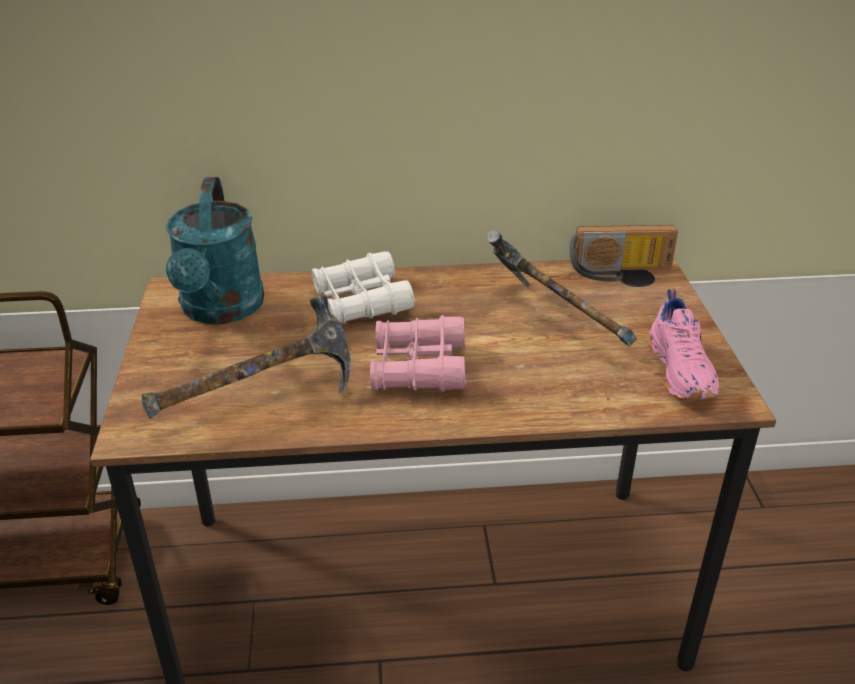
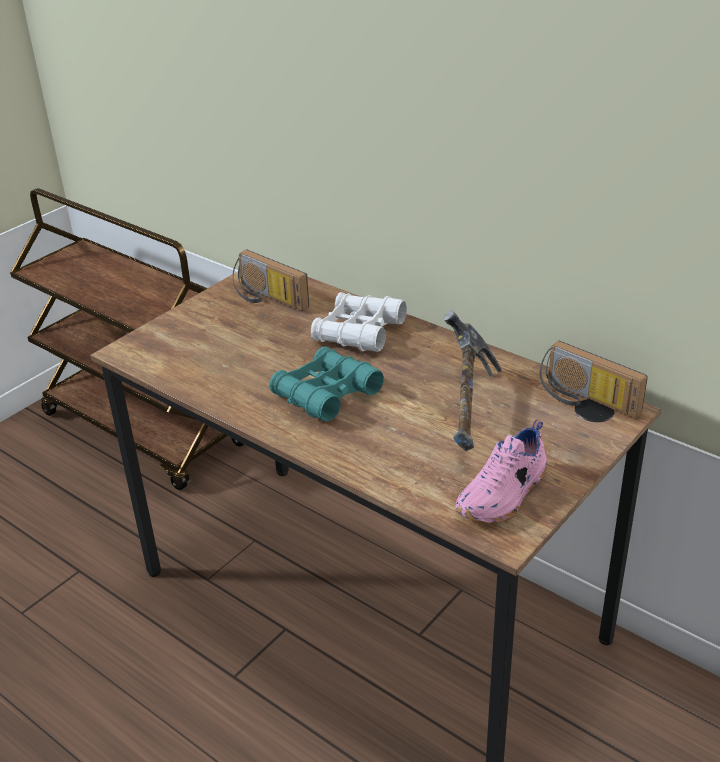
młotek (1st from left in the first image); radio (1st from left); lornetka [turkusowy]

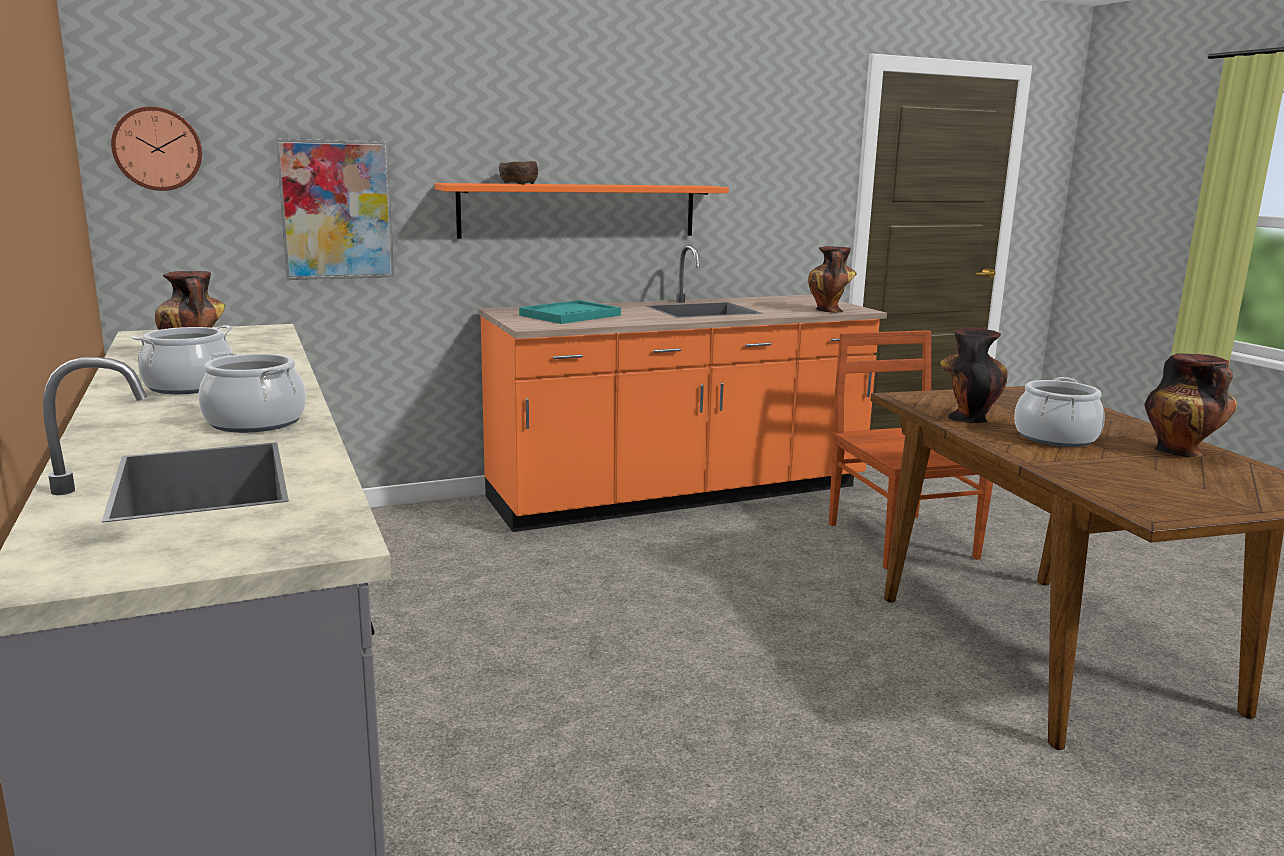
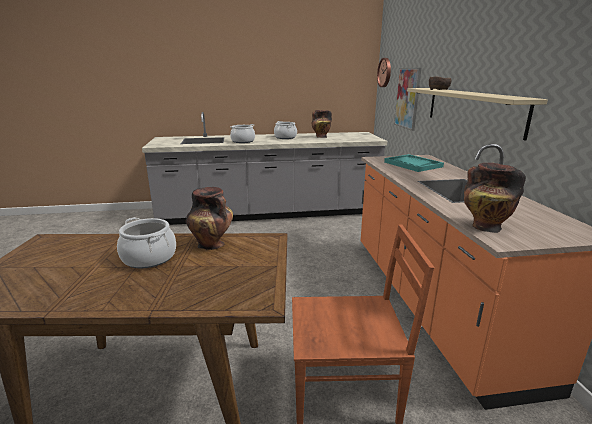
wazon (4th from left in the first image); półka [beżowy]

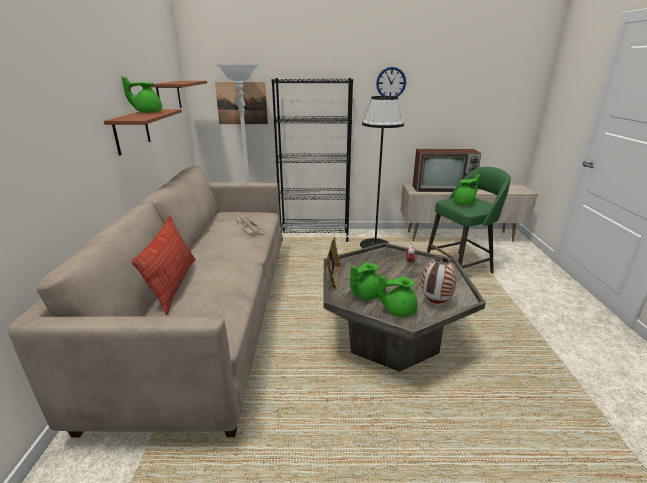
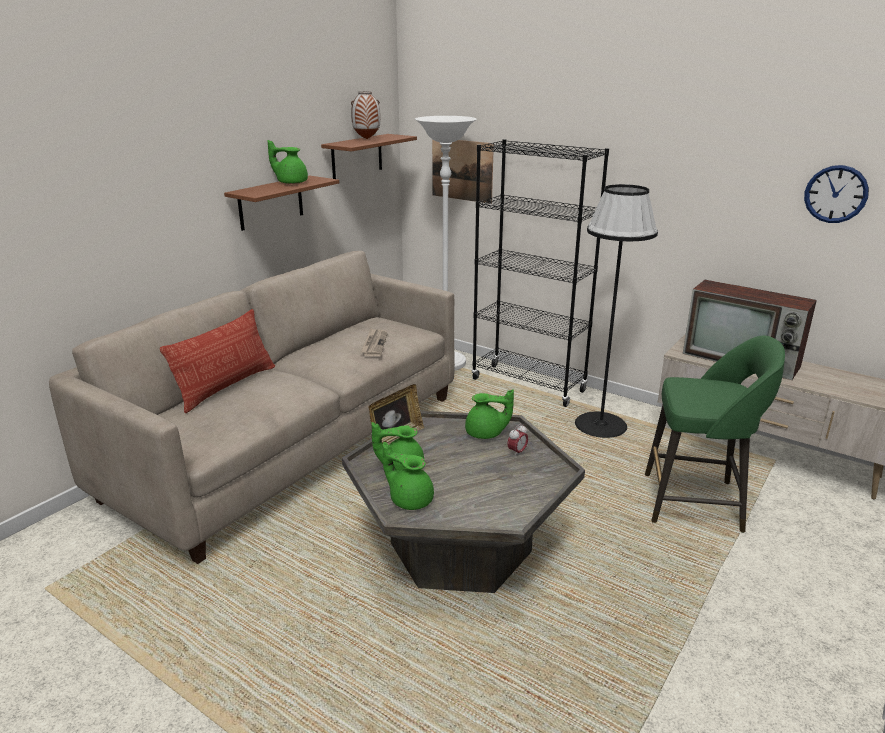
zegar ścienny; wazon; imbryk [zielony] (4th from left)

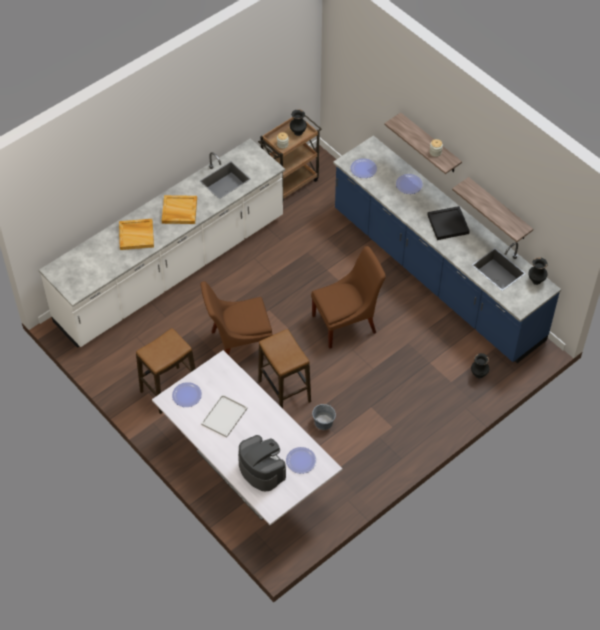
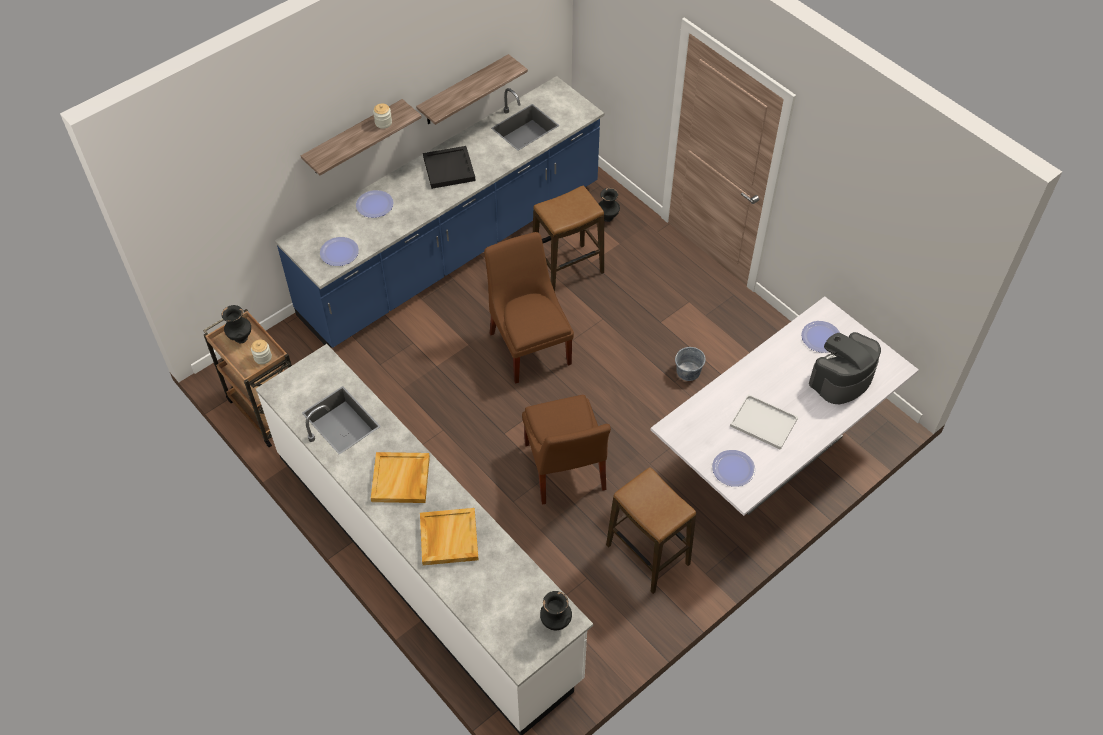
stołek (1st from left); wazon [czarny] (2nd from left)

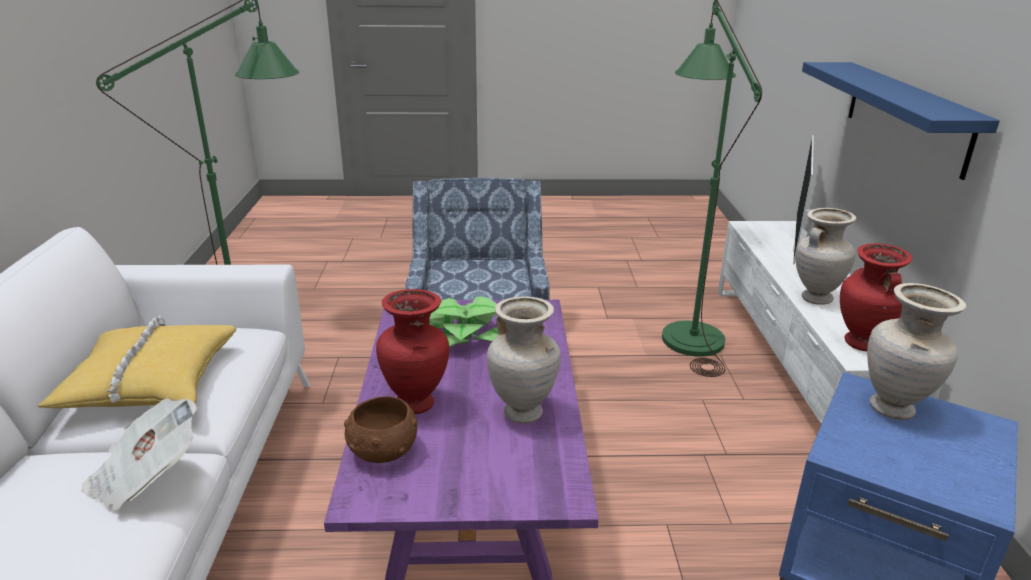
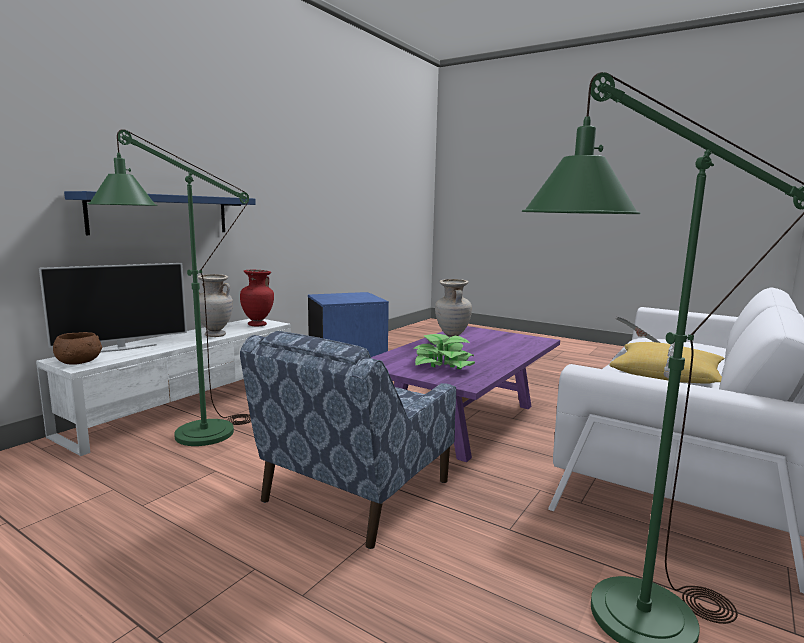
wazon [czerwony] (1st from left in the first image); wazon [beżowy] (3rd from left in the first image); miska [brązowy]

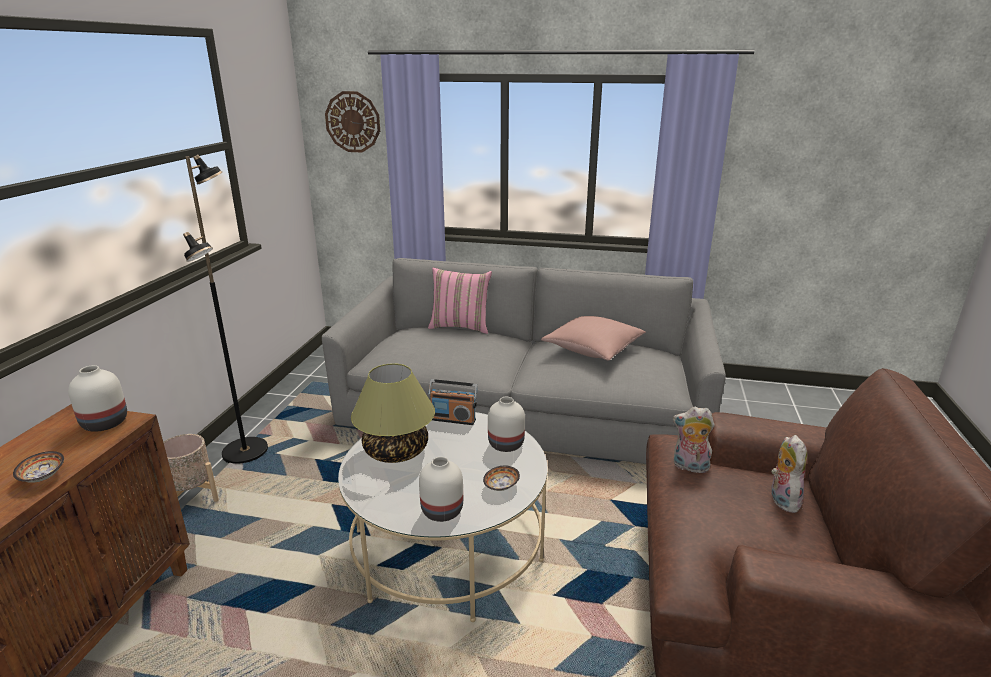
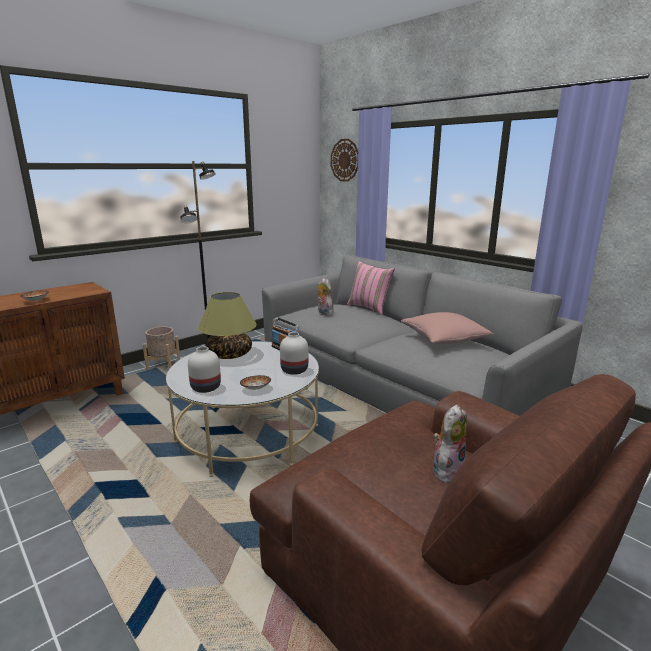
wazon [biały] (1st from left in the first image); pluszak (1st from left)

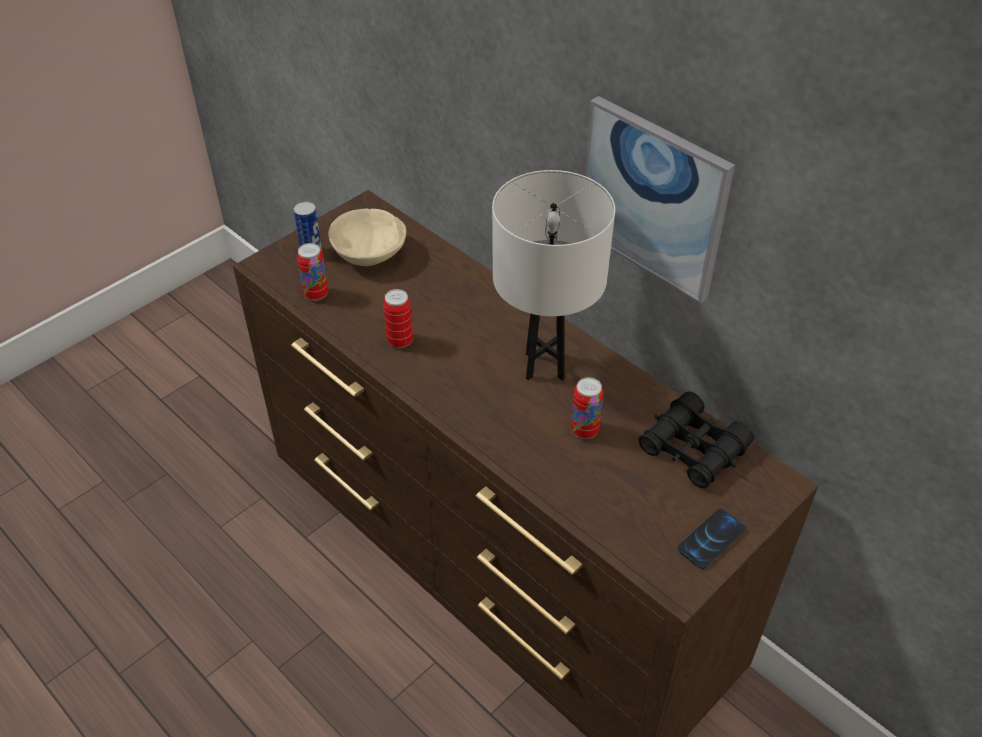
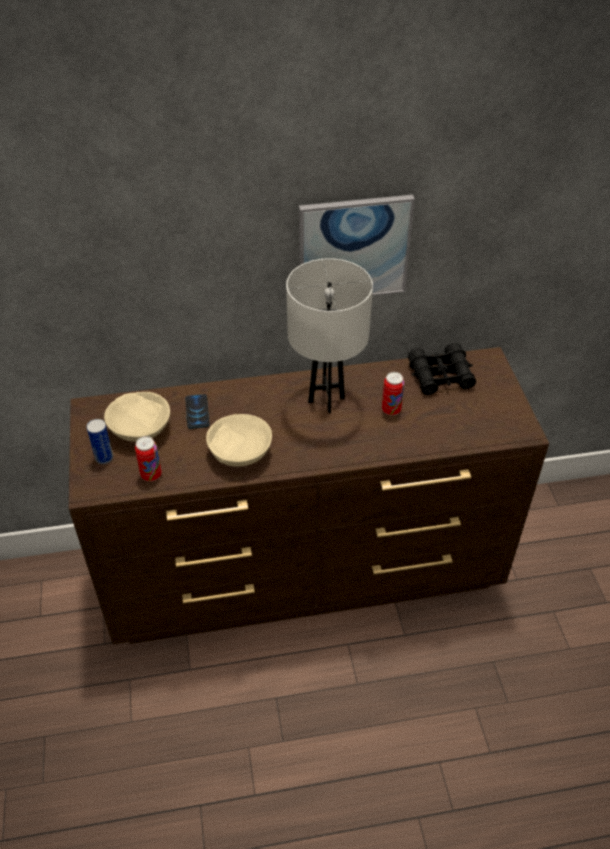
telefon; miska [beżowy] (2nd from left)

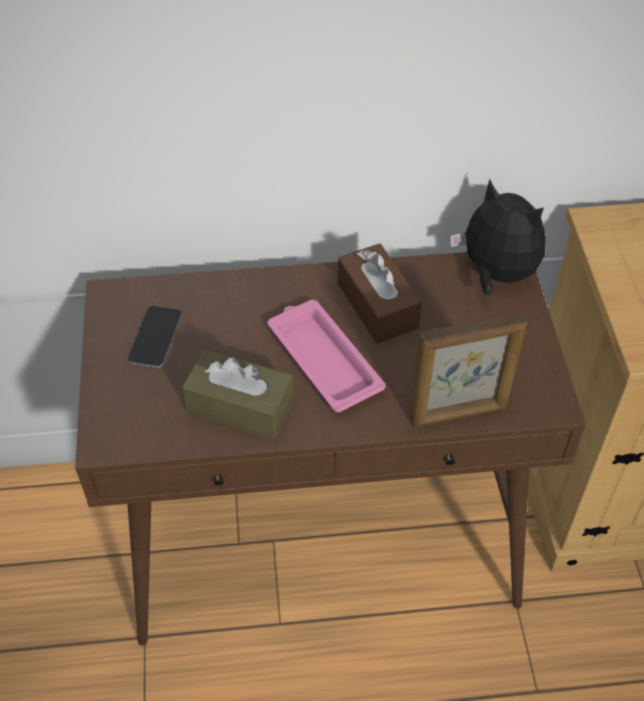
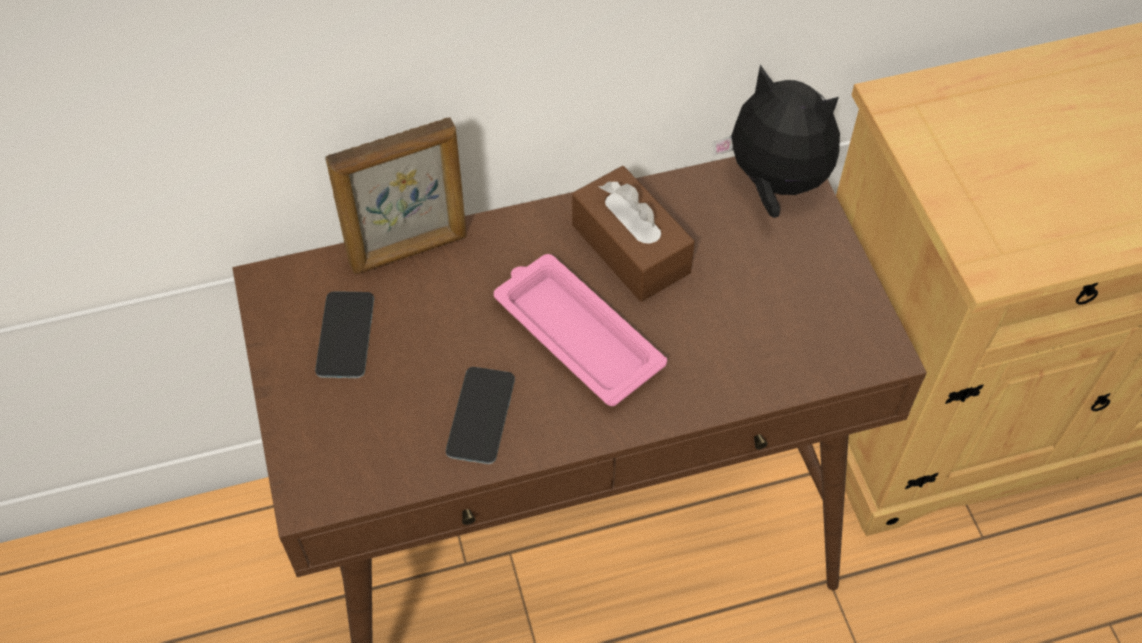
ramka na zdjęcie; telefon (2nd from left)

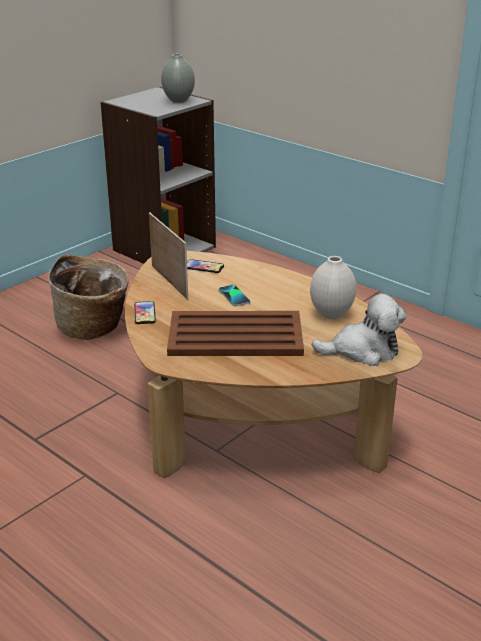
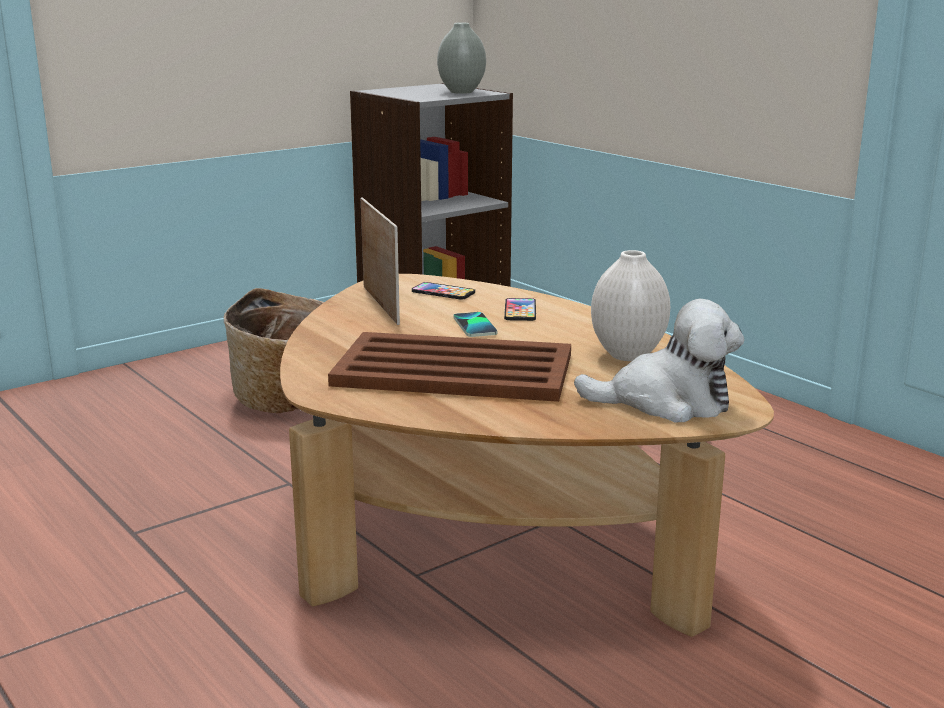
telefon (3rd from left)

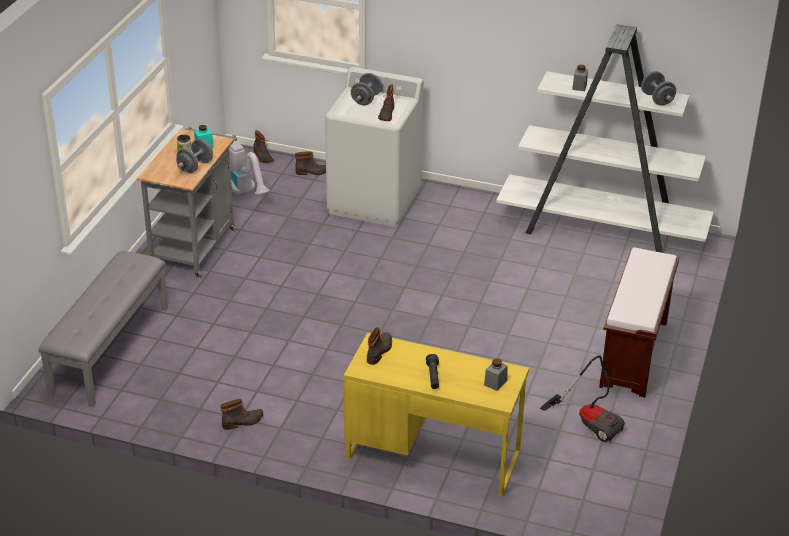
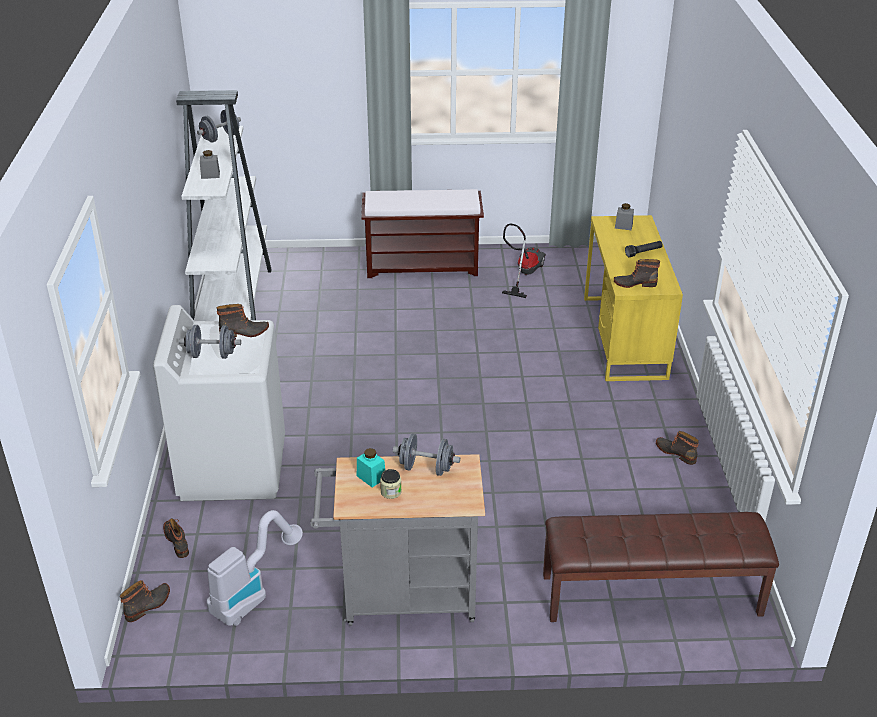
ławka [brązowy] (2nd from left)

